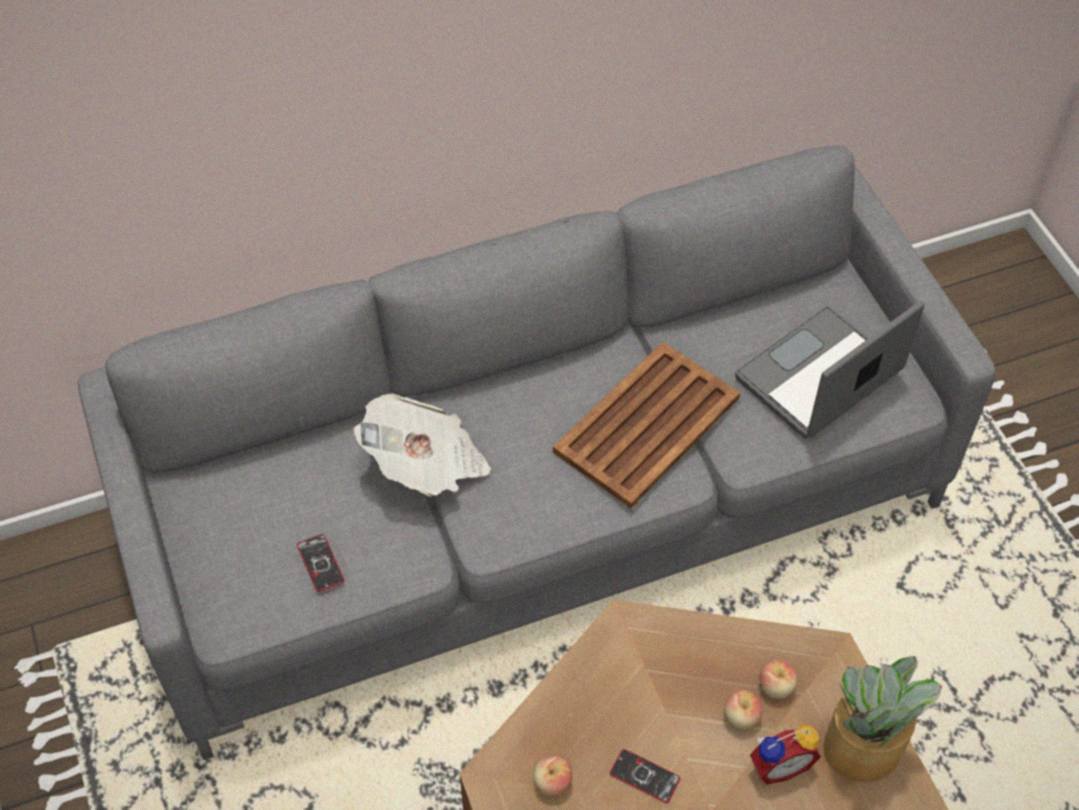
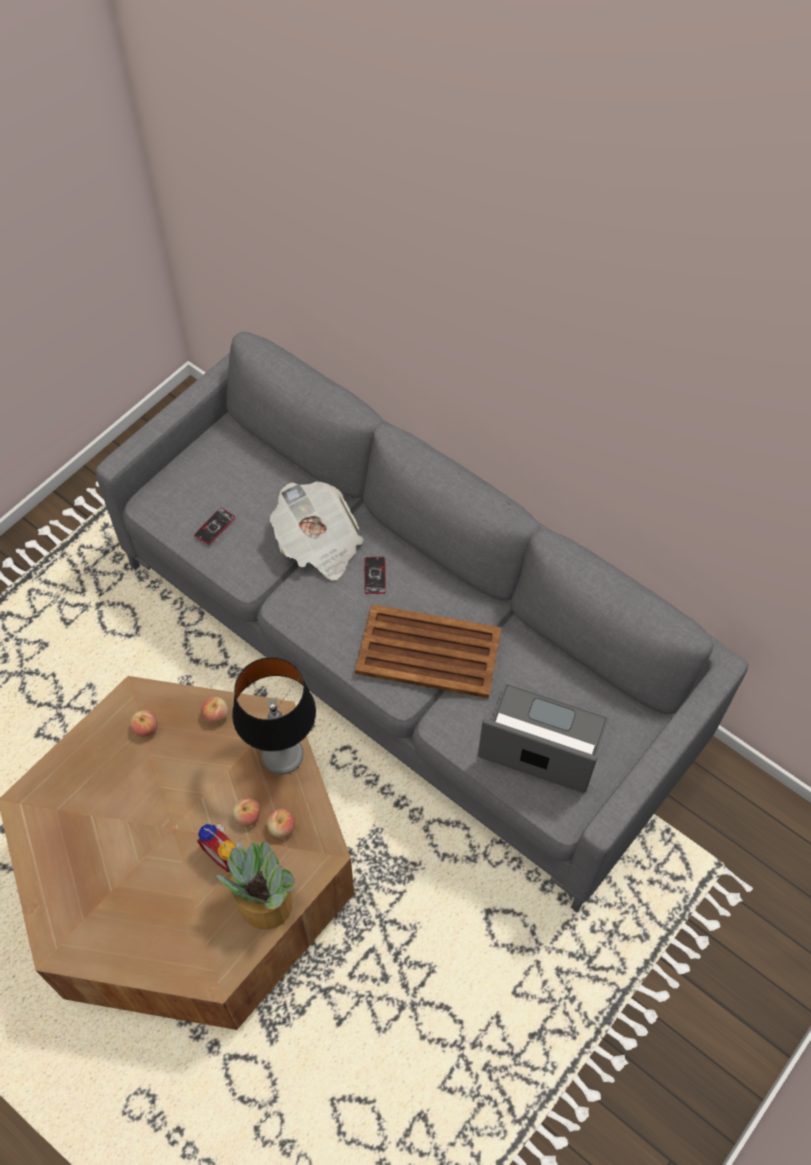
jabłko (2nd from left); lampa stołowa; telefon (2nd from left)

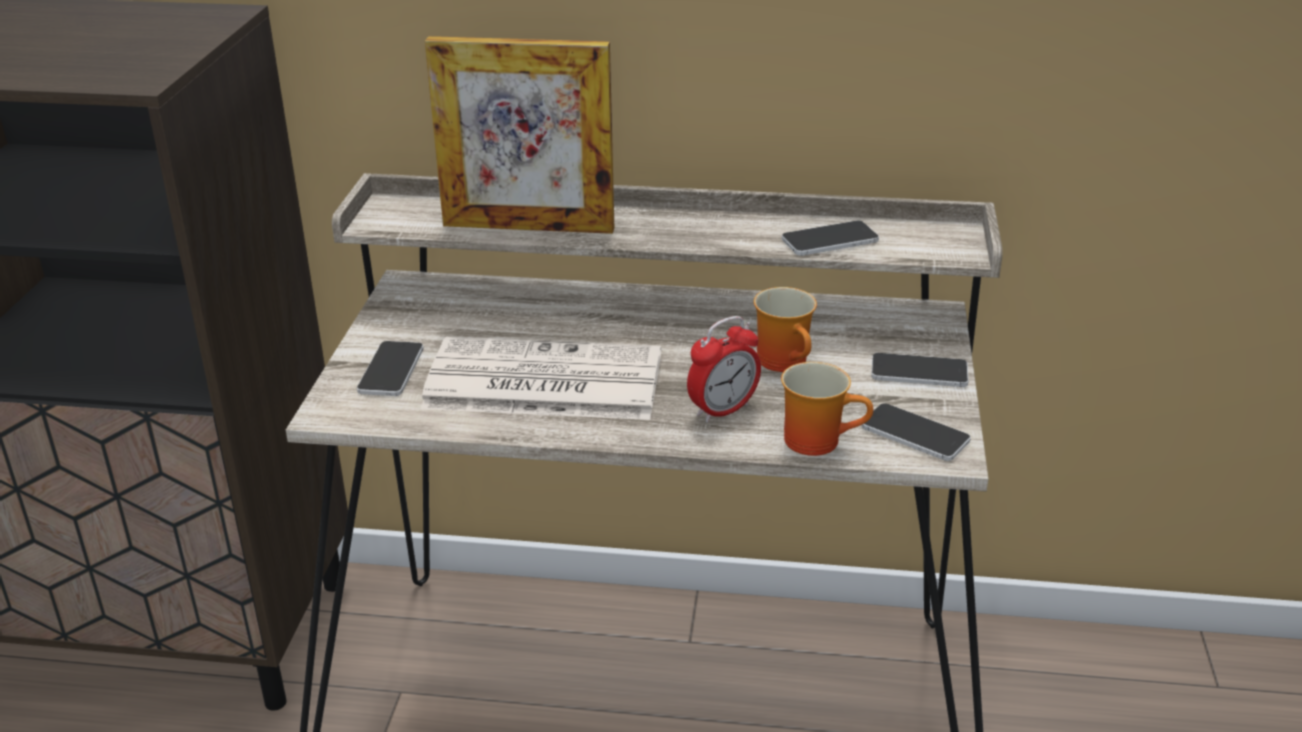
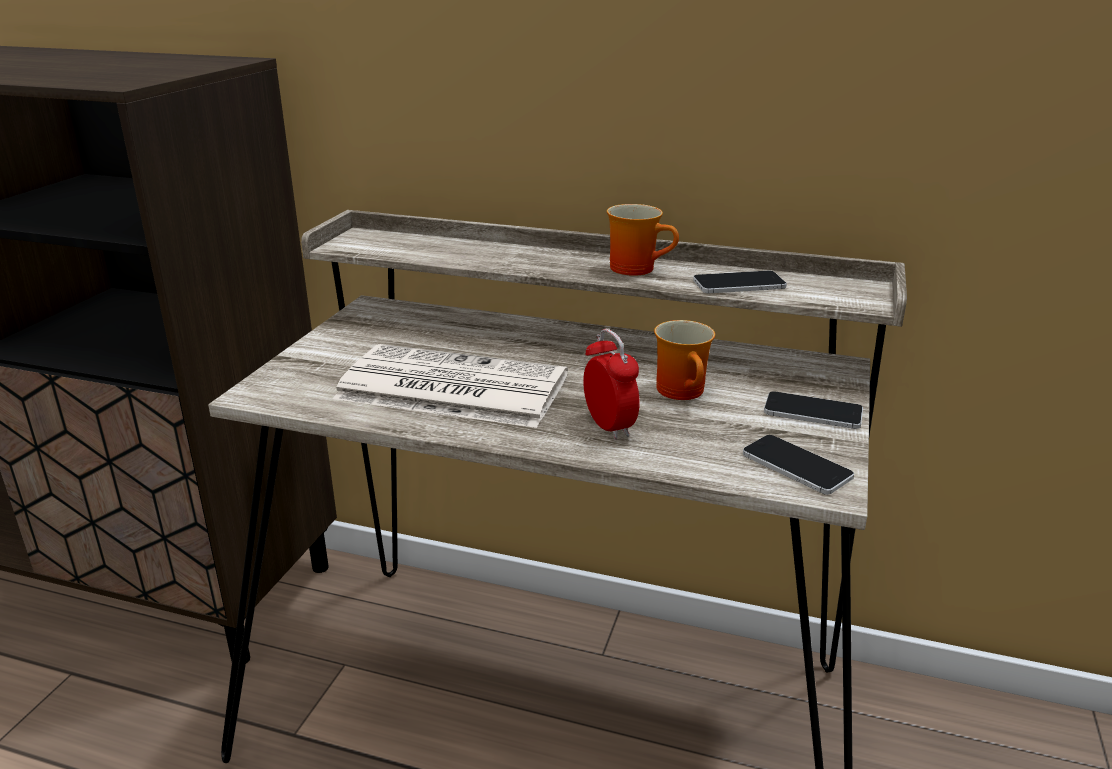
telefon (1st from left in the first image); ramka na zdjęcie; kubek (1st from left); budzik

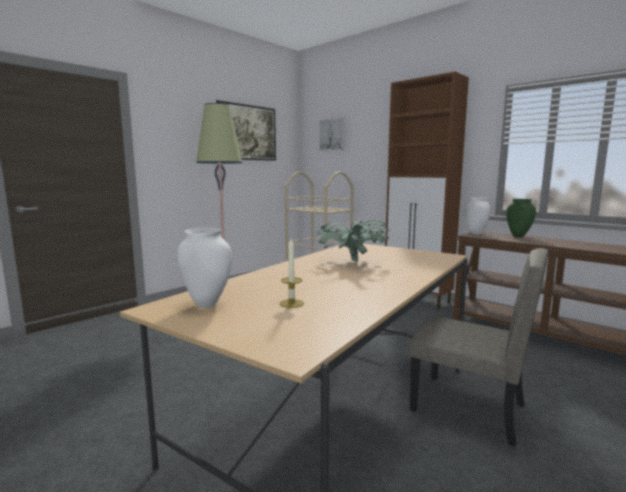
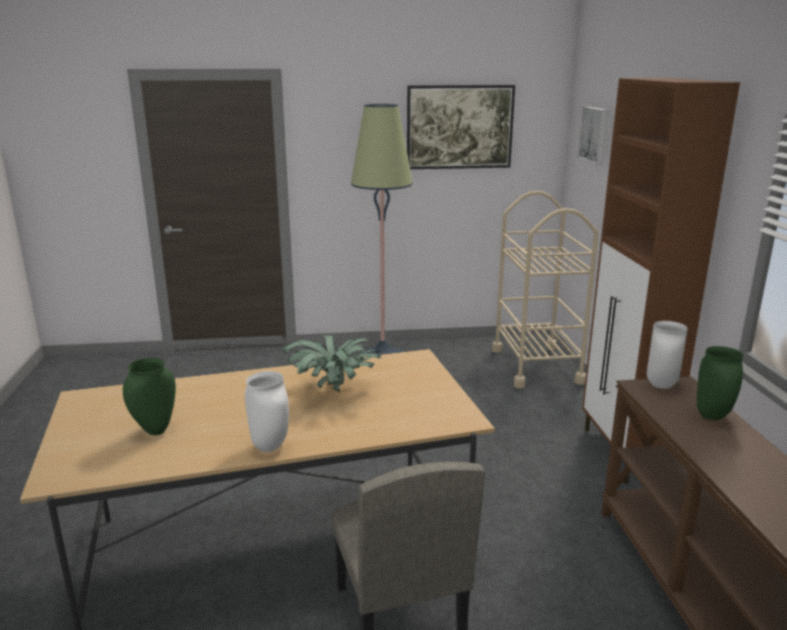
wazon [biały] (1st from left); wazon [zielony] (1st from left)

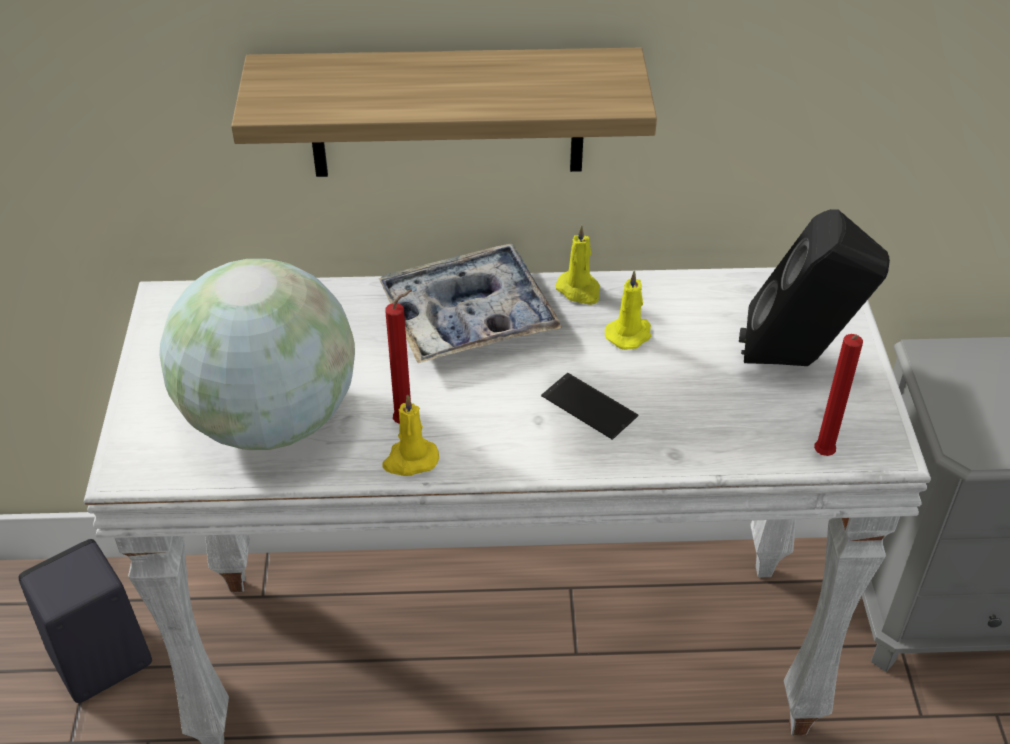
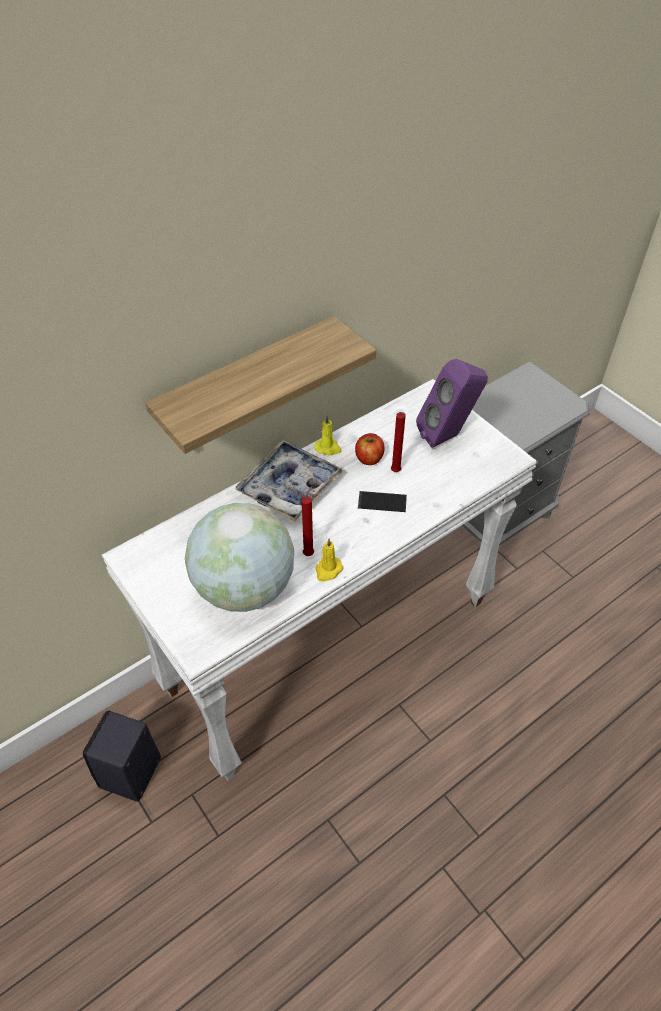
świeca [czerwony] (2nd from left); jabłko; głośnik [fioletowy]

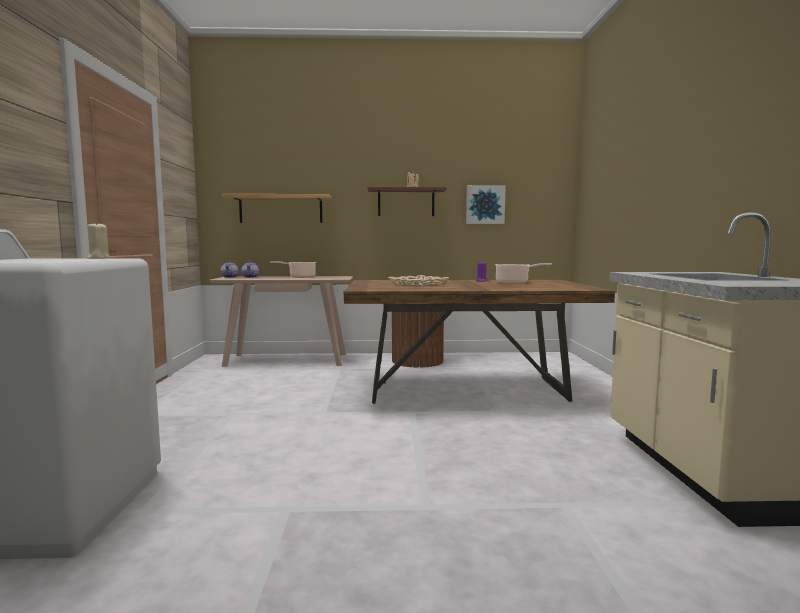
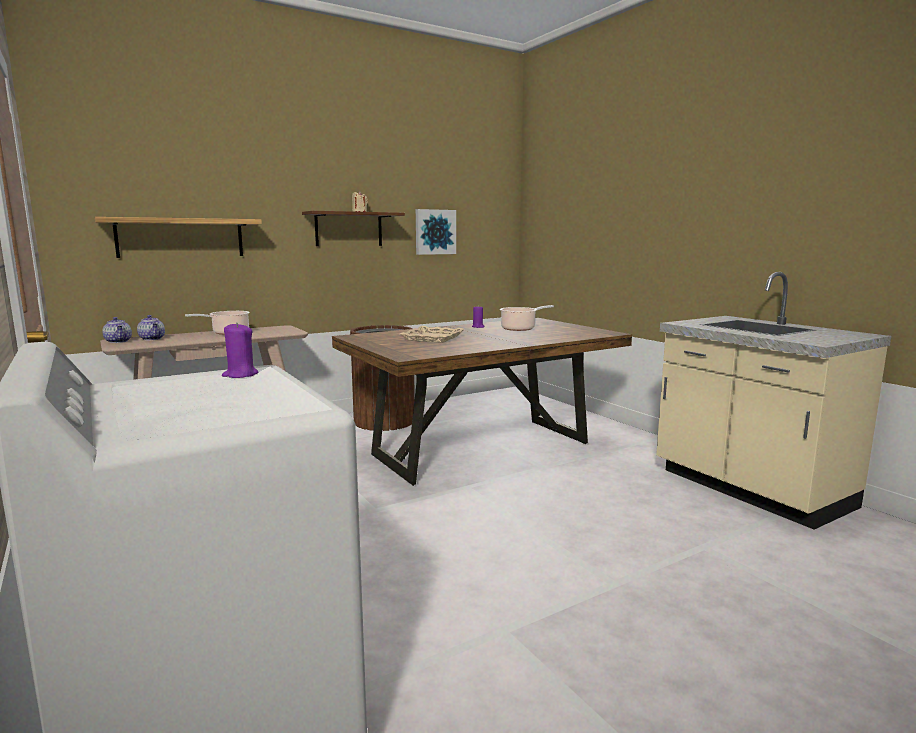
świeca [fioletowy] (1st from left)

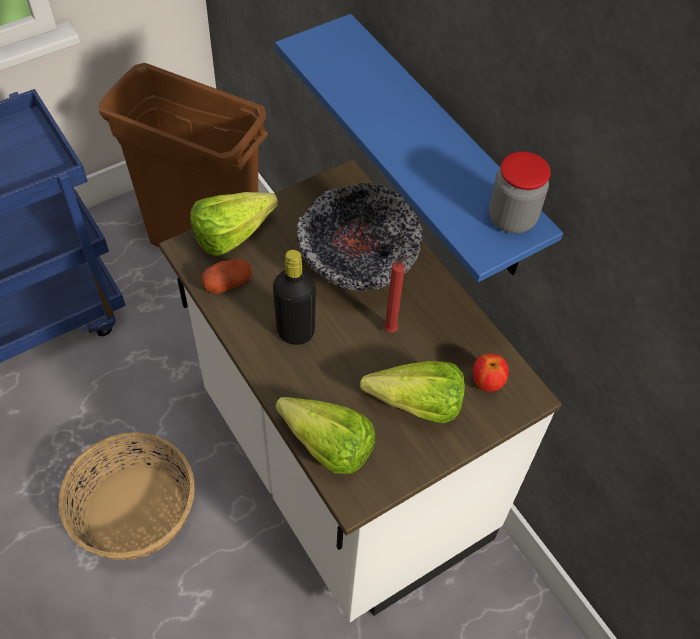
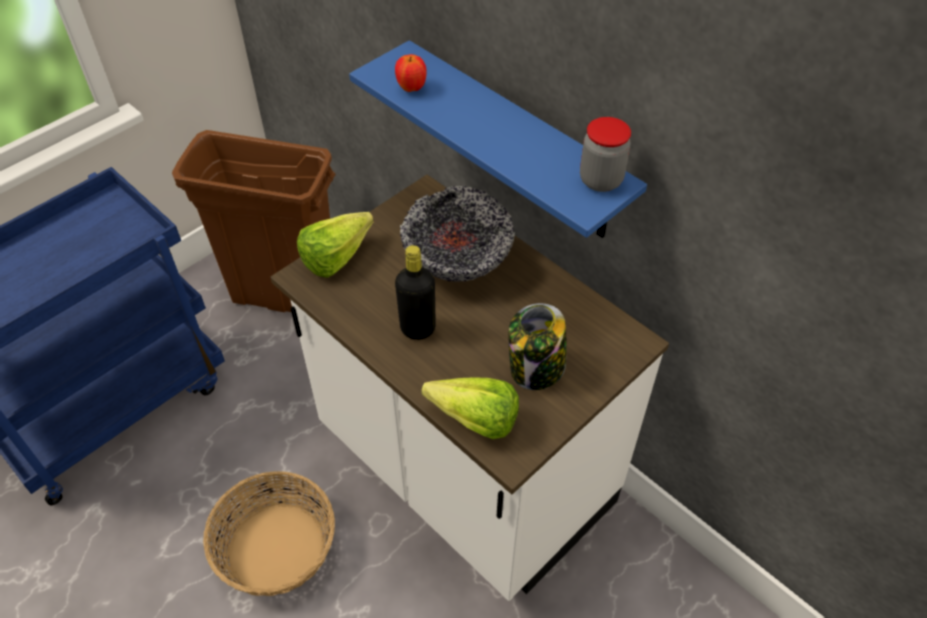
ziemniak; świeca [czerwony]; jabłko; słoik (1st from left)

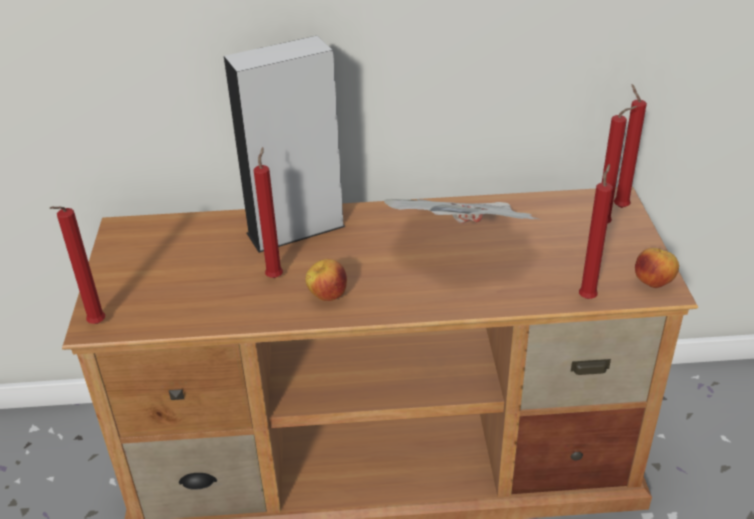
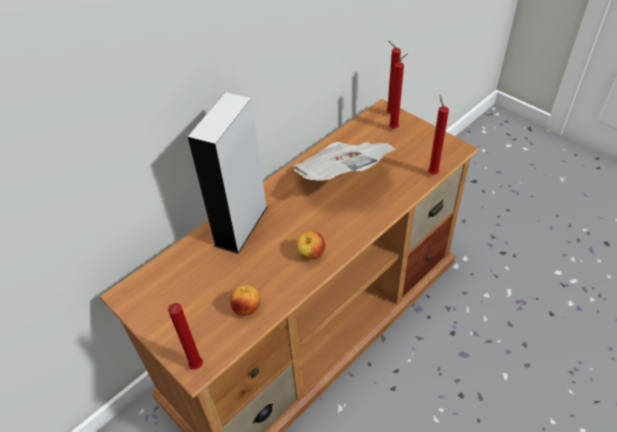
świeca [czerwony] (2nd from left in the first image); jabłko (1st from left)

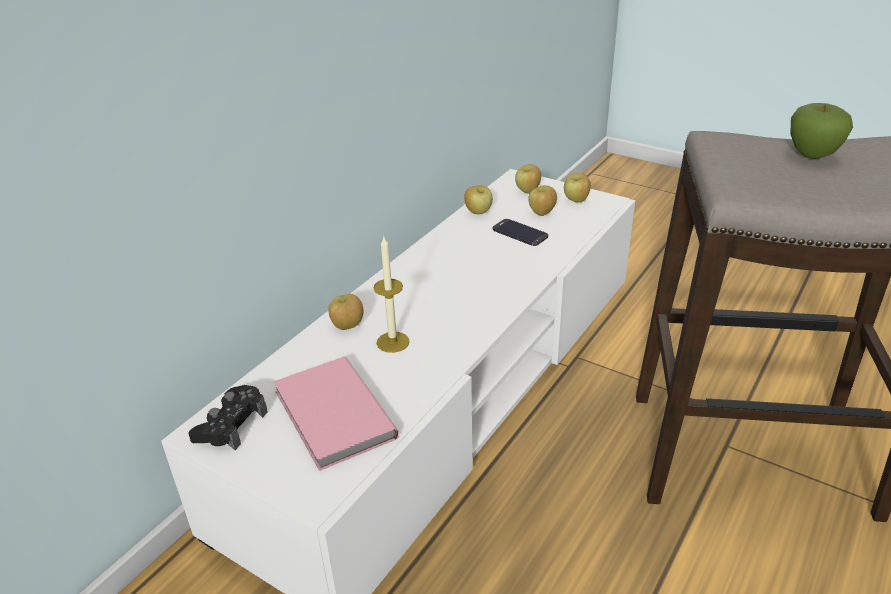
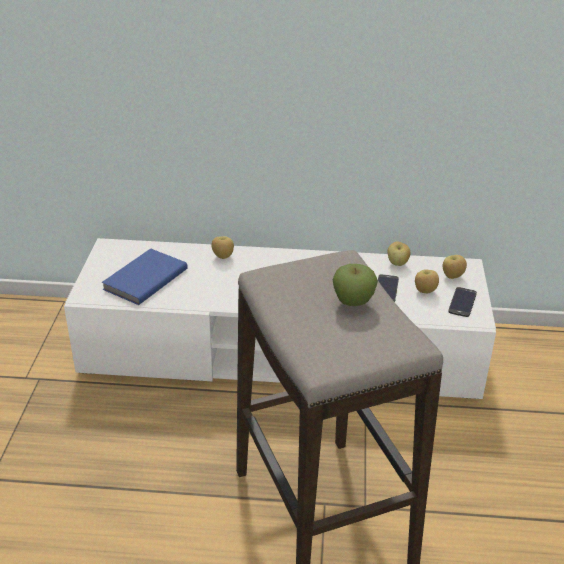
pad do gier [czarny]; świeca; telefon (2nd from left); książka [niebieski]

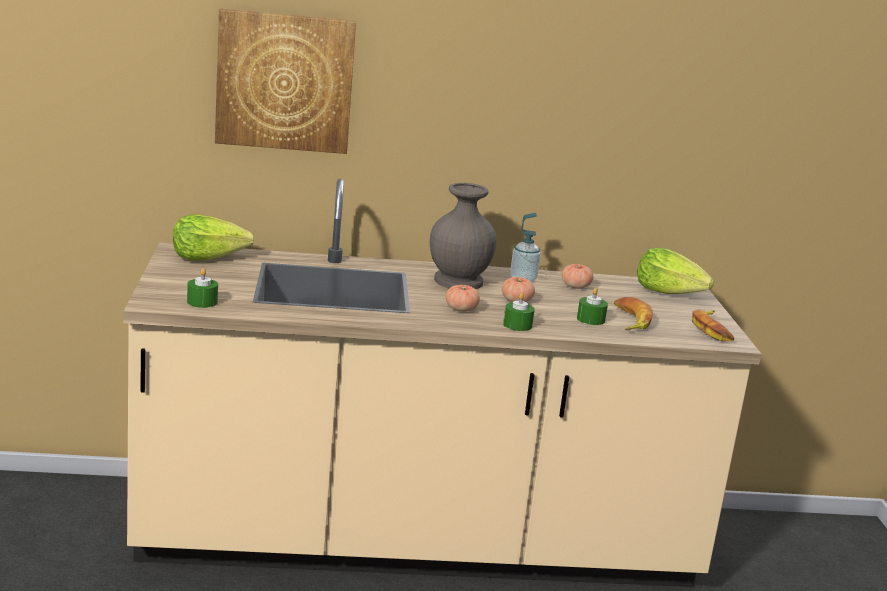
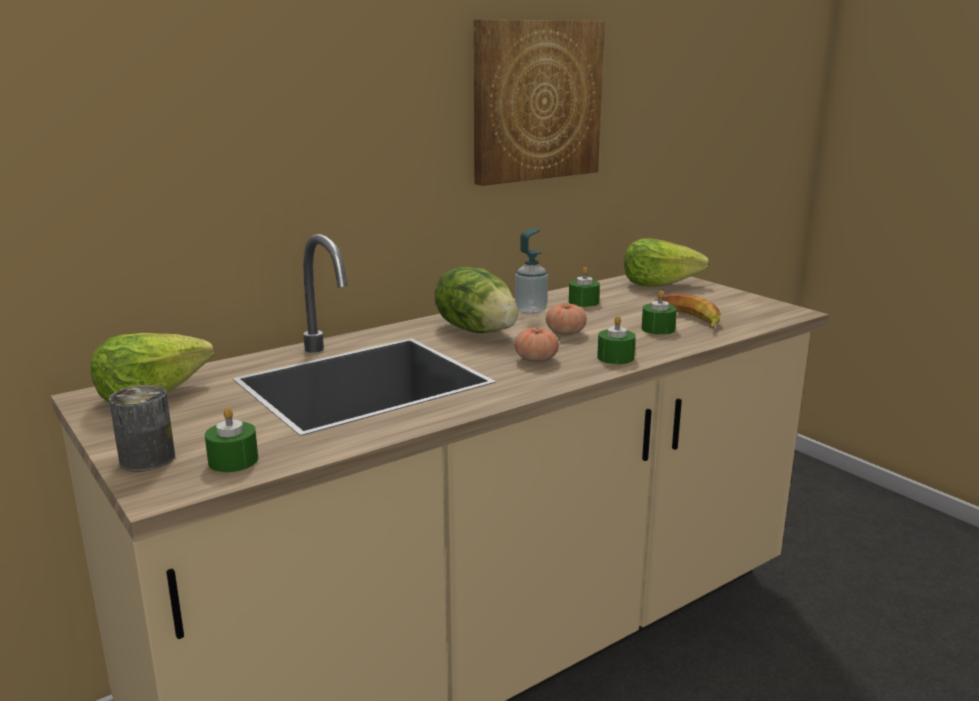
banan (2nd from left in the first image); puszka; obraz; sałata (2nd from left); świeca [zielony] (2nd from left)

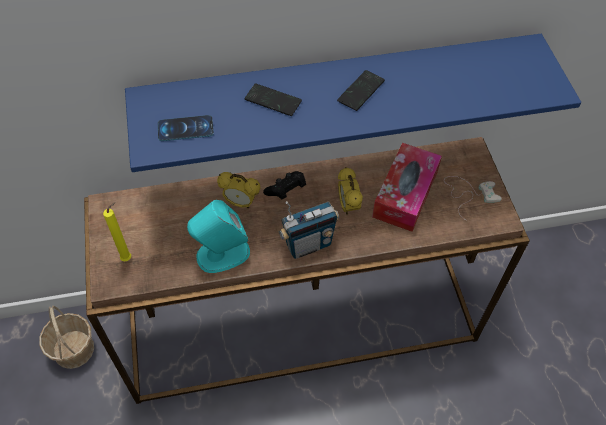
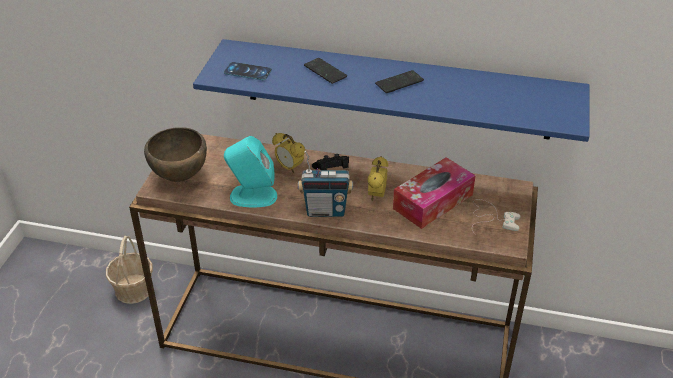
miska [brązowy]

